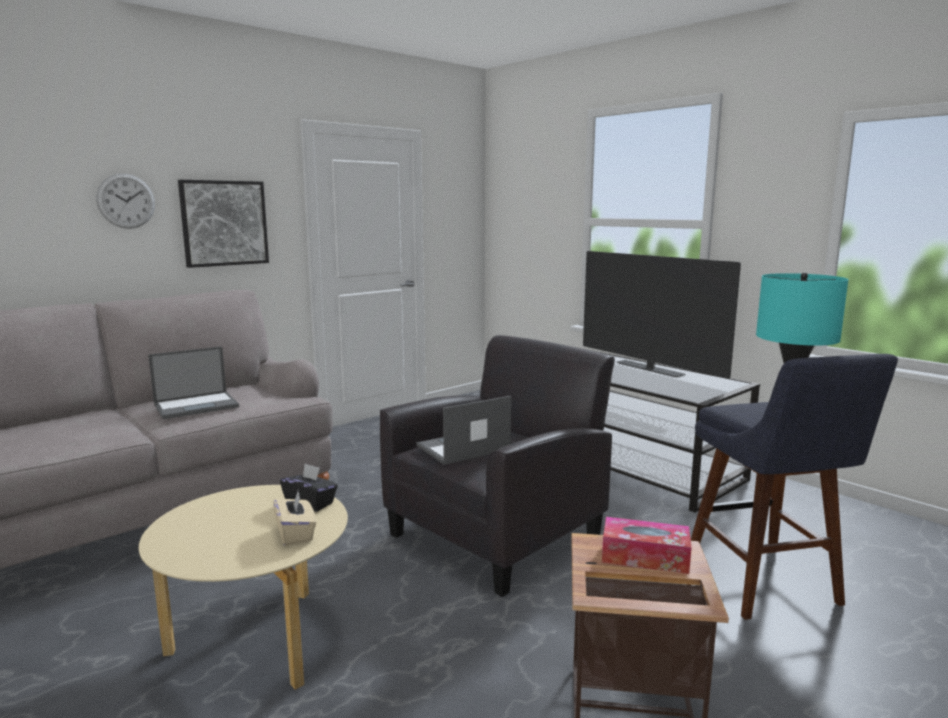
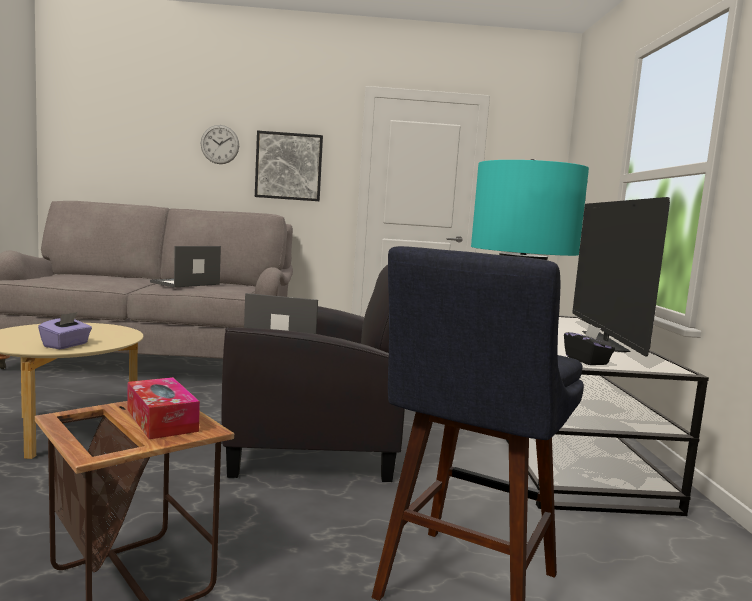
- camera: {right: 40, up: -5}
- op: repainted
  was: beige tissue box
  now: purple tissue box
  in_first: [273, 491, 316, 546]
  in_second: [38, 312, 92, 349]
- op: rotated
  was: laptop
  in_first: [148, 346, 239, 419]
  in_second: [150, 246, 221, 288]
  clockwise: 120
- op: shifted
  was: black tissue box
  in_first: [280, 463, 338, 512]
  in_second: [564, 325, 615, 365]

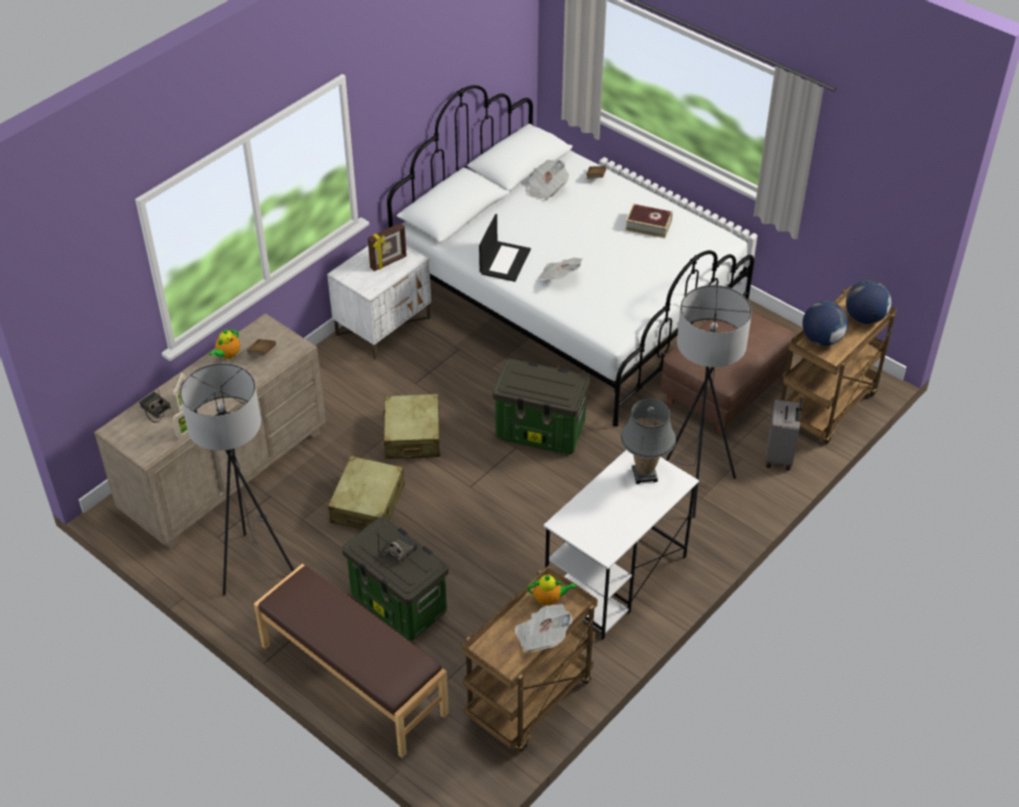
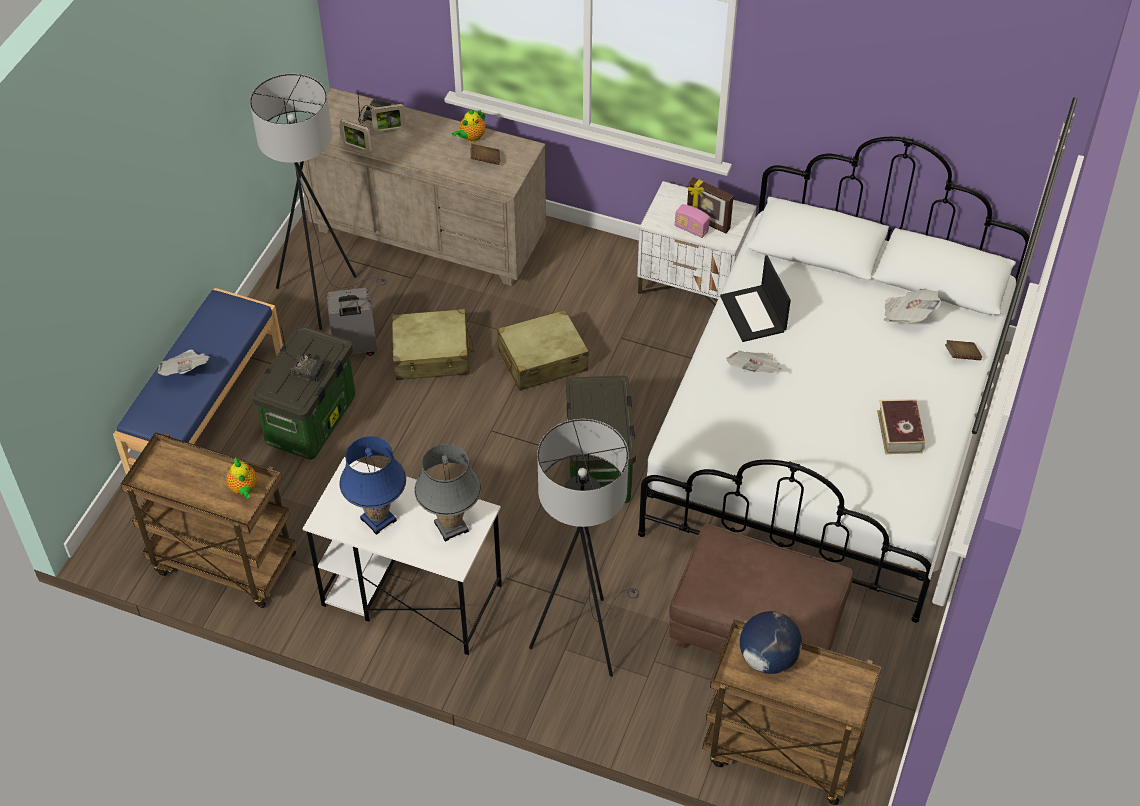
- camera: {right: 70, up: 5}
- op: repainted
  was: brown bench
  now: blue bench
  in_first: [254, 564, 449, 758]
  in_second: [113, 288, 283, 475]
- op: shifted
  was: newspaper
  in_first: [514, 604, 573, 652]
  in_second: [158, 349, 210, 376]
- op: shifted
  was: grey suitcase
  in_first: [766, 398, 803, 471]
  in_second: [327, 288, 377, 356]
- op: new
  now: blue table lamp
  in_second: [339, 436, 406, 535]
- op: rotated
  was: teapot
  in_first: [209, 329, 240, 359]
  in_second: [452, 109, 485, 142]
  clockwise: -60
- op: new
  now: radio
  in_second: [675, 204, 710, 238]
- op: rotated
  was: laptop
  in_first: [479, 214, 531, 282]
  in_second: [720, 255, 791, 342]
  clockwise: 75
- op: gone
  was: globe
  in_first: [846, 280, 891, 324]

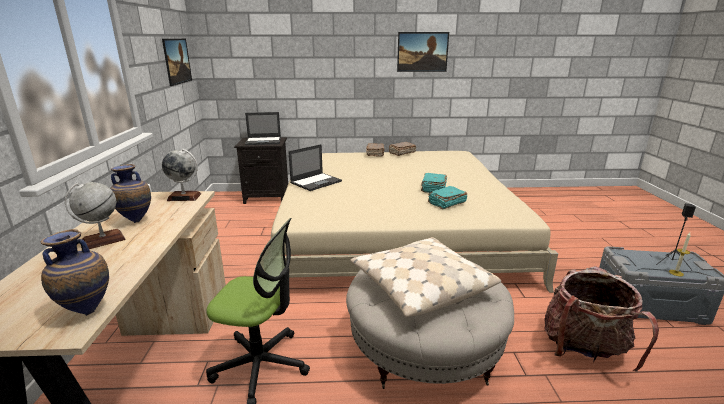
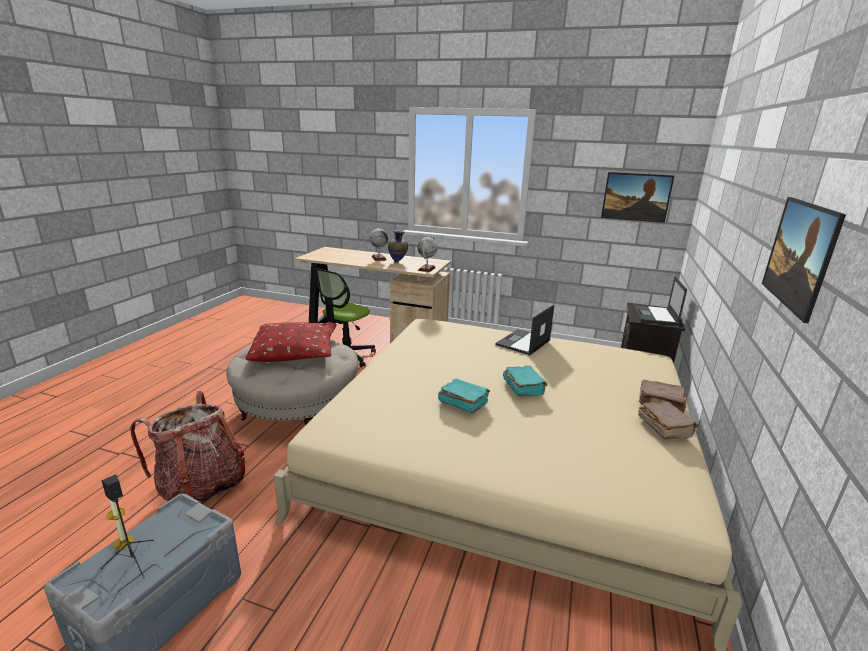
- camera: {right: 110, up: 0}
- op: repainted
  was: beige pillow
  now: red pillow
  in_first: [351, 237, 501, 317]
  in_second: [245, 322, 336, 362]
- op: rotated
  was: laptop
  in_first: [288, 144, 342, 191]
  in_second: [496, 305, 554, 355]
  clockwise: 60
- op: shifted
  was: turquoise book
  in_first: [428, 186, 467, 209]
  in_second: [503, 366, 548, 397]
- op: gone
  was: vase
  in_first: [41, 229, 109, 316]

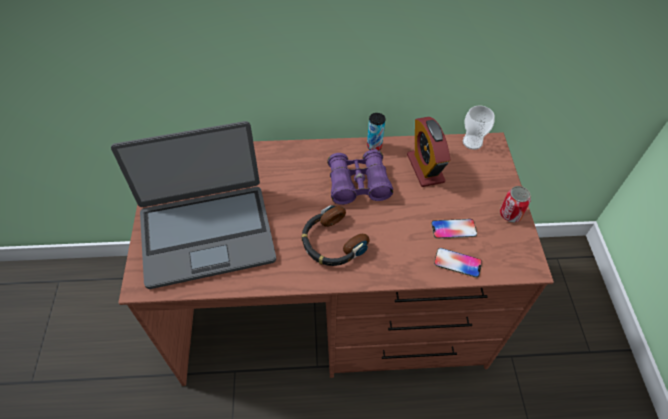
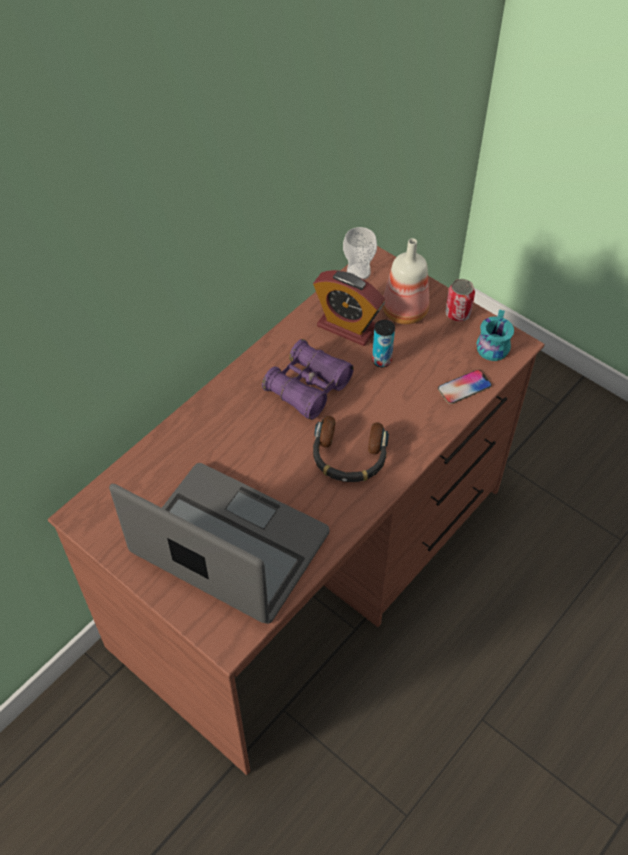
- camera: {right: -45, up: 0}
- op: rotated
  was: laptop
  in_first: [111, 121, 276, 289]
  in_second: [109, 463, 330, 624]
  clockwise: -90
- op: shifted
  was: can
  in_first: [367, 113, 386, 150]
  in_second: [372, 320, 395, 367]
- op: new
  now: bottle
  in_second: [383, 238, 429, 324]
- op: new
  now: turquoise mug
  in_second: [476, 310, 514, 361]
- op: gone
  was: phone
  in_first: [431, 219, 477, 239]

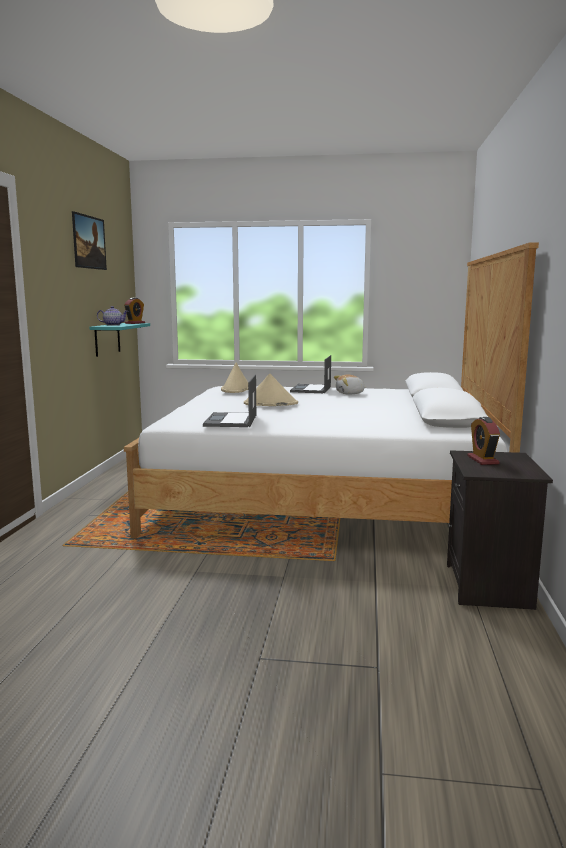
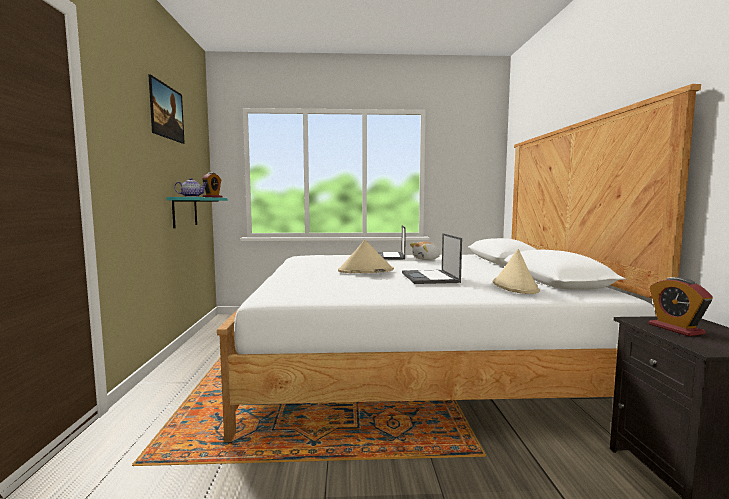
- camera: {right: -10, up: -5}
- op: shifted
  was: laptop
  in_first: [203, 375, 256, 427]
  in_second: [402, 233, 462, 284]
- op: shifted
  was: beige hat
  in_first: [221, 362, 248, 393]
  in_second: [493, 249, 540, 294]

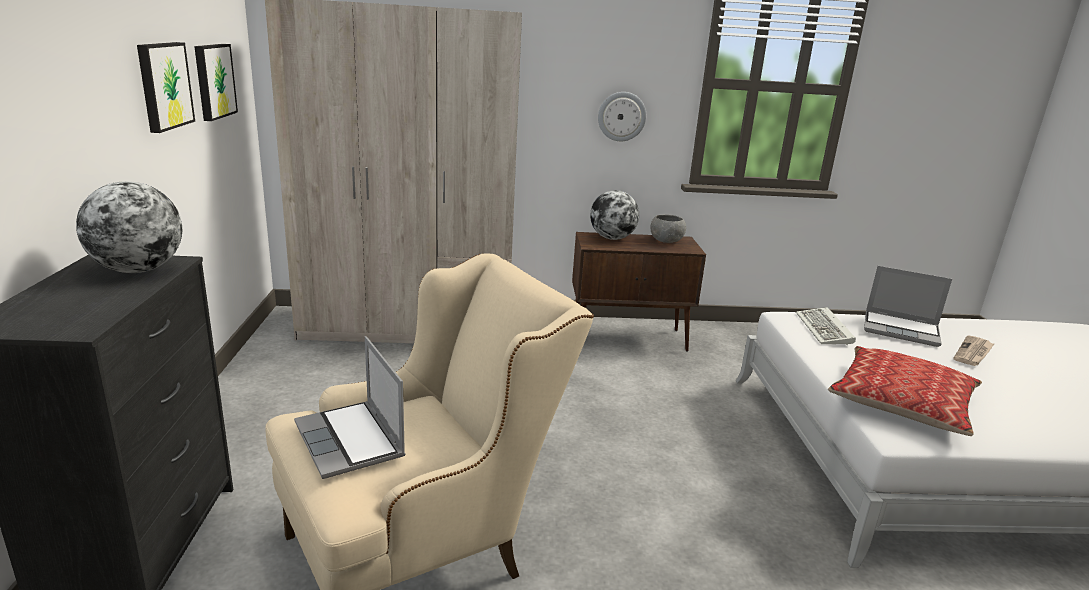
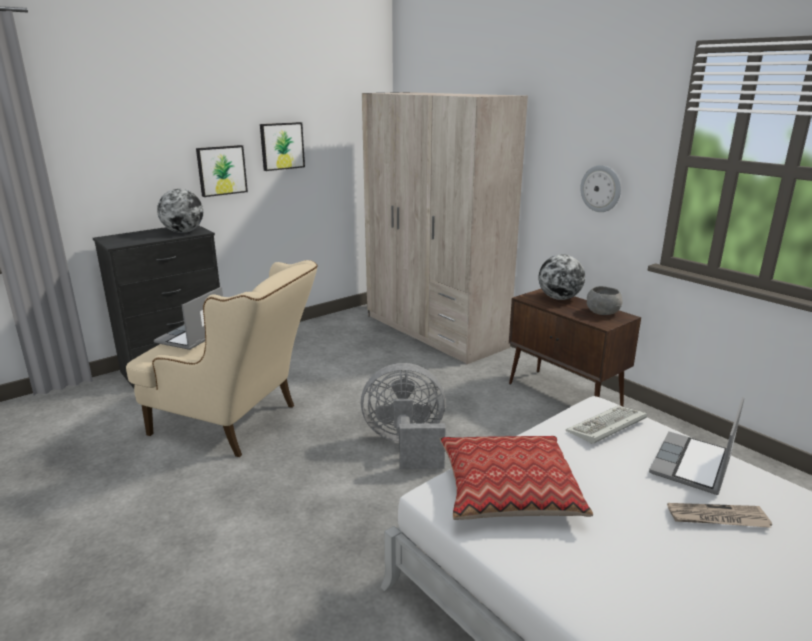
- camera: {right: 55, up: 0}
- op: shifted
  was: picture
  in_first: [194, 44, 238, 121]
  in_second: [196, 145, 248, 197]
- op: new
  now: grey fan
  in_second: [361, 363, 446, 469]
- op: rotated
  was: laptop
  in_first: [864, 266, 952, 347]
  in_second: [649, 397, 744, 495]
  clockwise: 45

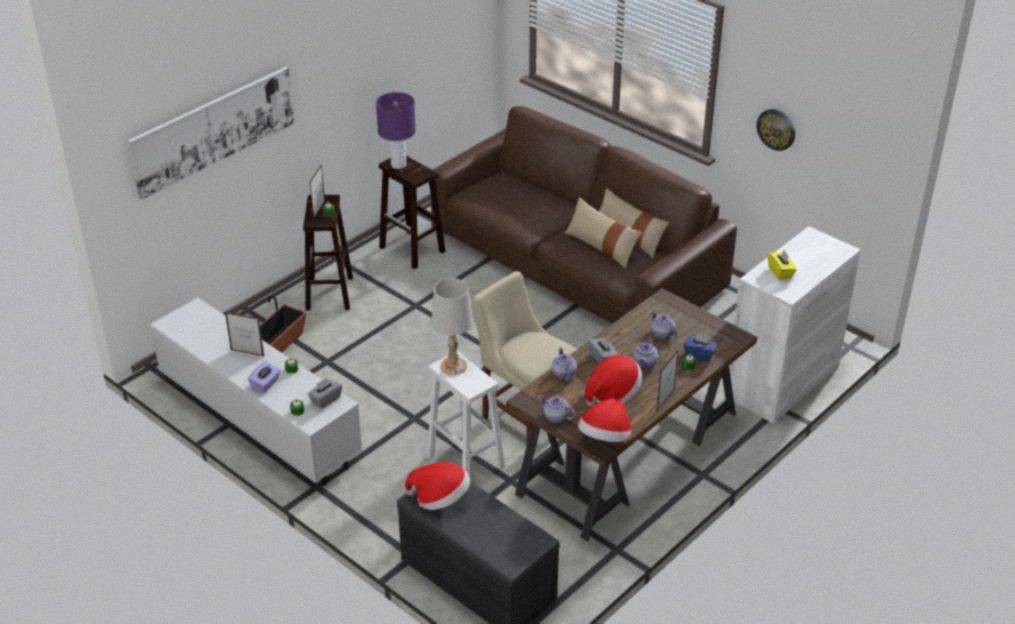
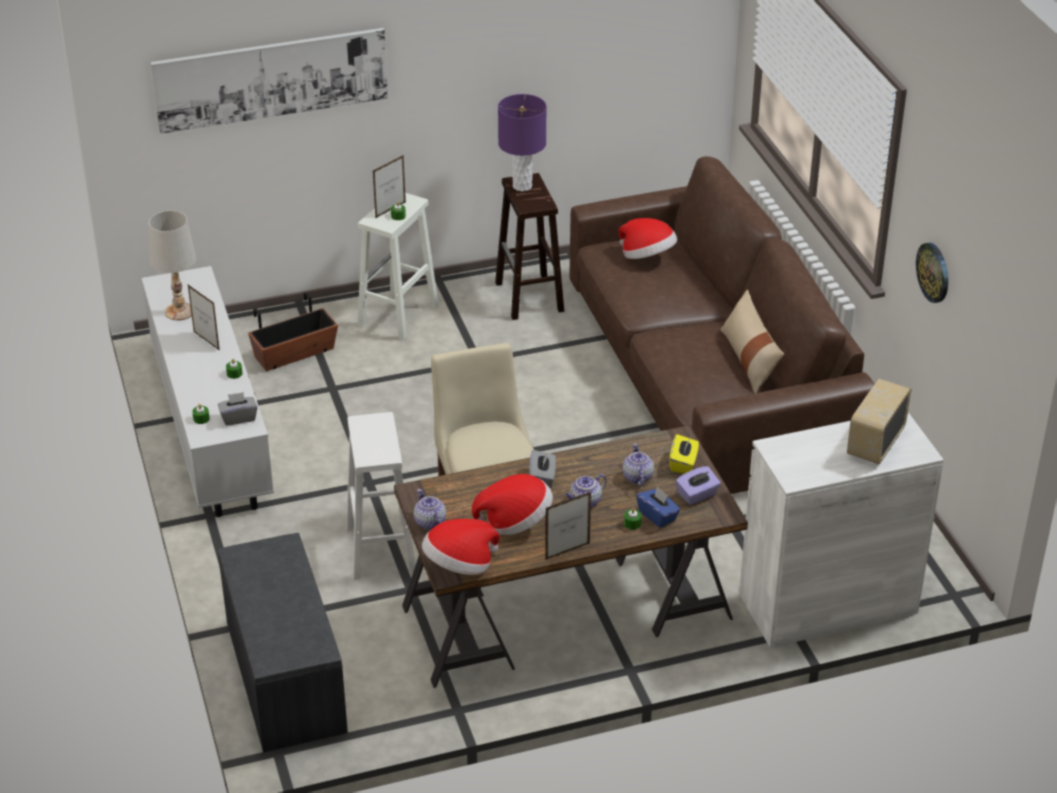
- camera: {right: 30, up: 0}
- op: shifted
  was: white table lamp
  in_first: [431, 278, 473, 375]
  in_second: [149, 211, 196, 320]
- op: repainted
  was: brown stool
  now: white stool
  in_first: [303, 195, 353, 311]
  in_second: [357, 193, 439, 341]
- op: shifted
  was: hat
  in_first: [405, 462, 470, 510]
  in_second: [618, 218, 677, 259]
- op: shifted
  was: yellow tissue box
  in_first: [768, 250, 797, 280]
  in_second: [669, 434, 699, 474]
- op: shifted
  was: purple tissue box
  in_first: [248, 361, 281, 393]
  in_second: [676, 466, 721, 505]
- op: new
  now: radio
  in_second: [847, 378, 911, 464]
- op: gone
  was: teapot
  in_first: [552, 347, 577, 381]
- op: gone
  was: beige pillow
  in_first: [565, 197, 642, 268]

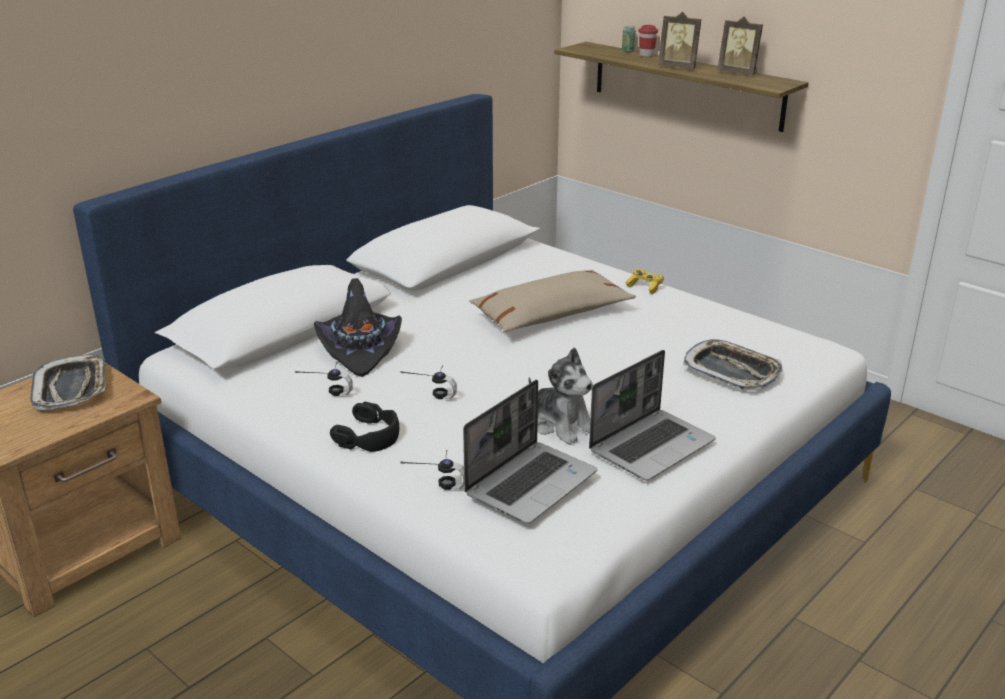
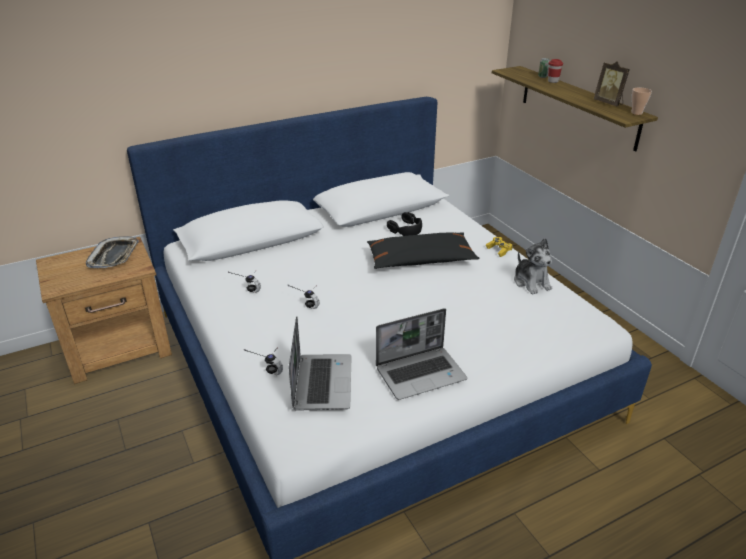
- camera: {right: 20, up: 5}
- op: rotated
  was: laptop
  in_first: [463, 380, 597, 524]
  in_second: [289, 316, 352, 411]
  clockwise: -60
- op: repainted
  was: beige pillow
  now: black pillow
  in_first: [469, 270, 636, 332]
  in_second: [367, 232, 480, 269]
- op: shifted
  was: black headphones
  in_first: [330, 402, 399, 452]
  in_second: [387, 212, 422, 236]
- op: shifted
  was: plush toy
  in_first: [529, 348, 593, 445]
  in_second: [514, 238, 552, 295]
- op: new
  now: cup
  in_second: [631, 88, 652, 115]
- op: gone
  was: black hat
  in_first: [314, 278, 402, 377]
- op: gone
  was: picture frame
  in_first: [658, 12, 701, 69]
- op: gone
  was: tray
  in_first: [683, 339, 783, 391]

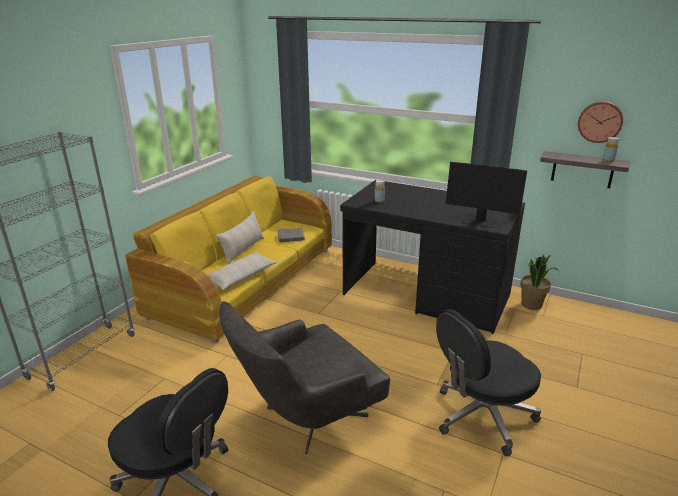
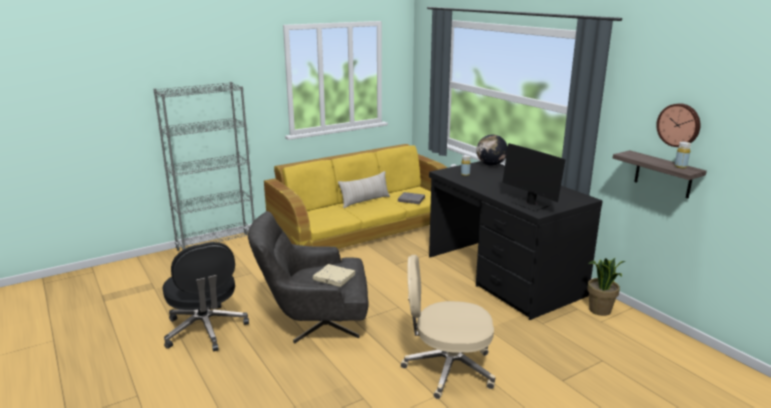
- camera: {right: 30, up: -5}
- op: new
  now: beige book
  in_second: [313, 264, 355, 287]
- op: repainted
  was: black office chair
  now: beige office chair
  in_first: [436, 309, 541, 456]
  in_second: [400, 255, 495, 399]
- op: new
  now: globe
  in_second: [476, 134, 508, 166]
- op: gone
  was: beige pillow
  in_first: [208, 252, 277, 290]

